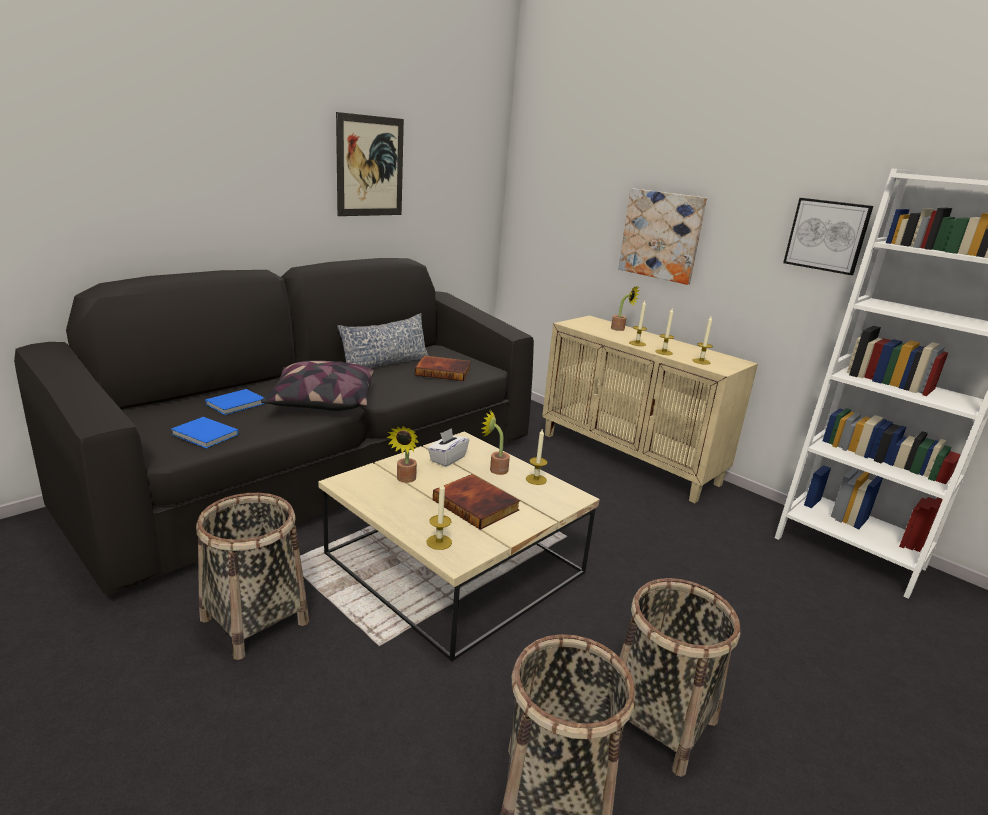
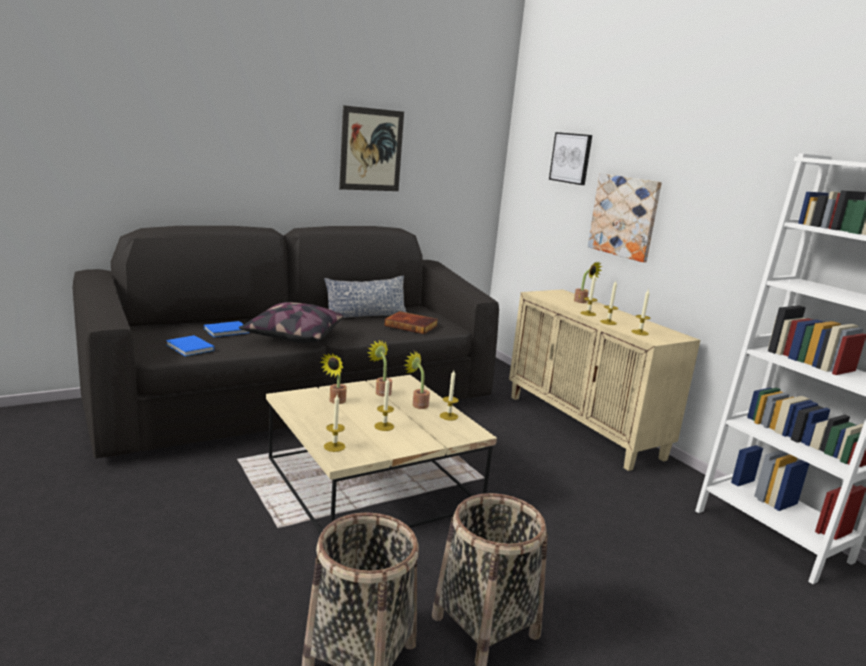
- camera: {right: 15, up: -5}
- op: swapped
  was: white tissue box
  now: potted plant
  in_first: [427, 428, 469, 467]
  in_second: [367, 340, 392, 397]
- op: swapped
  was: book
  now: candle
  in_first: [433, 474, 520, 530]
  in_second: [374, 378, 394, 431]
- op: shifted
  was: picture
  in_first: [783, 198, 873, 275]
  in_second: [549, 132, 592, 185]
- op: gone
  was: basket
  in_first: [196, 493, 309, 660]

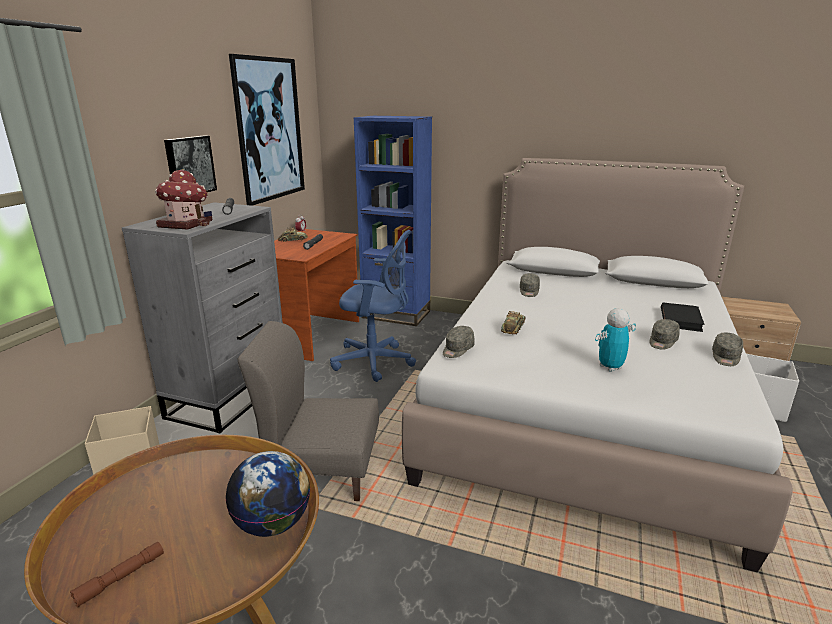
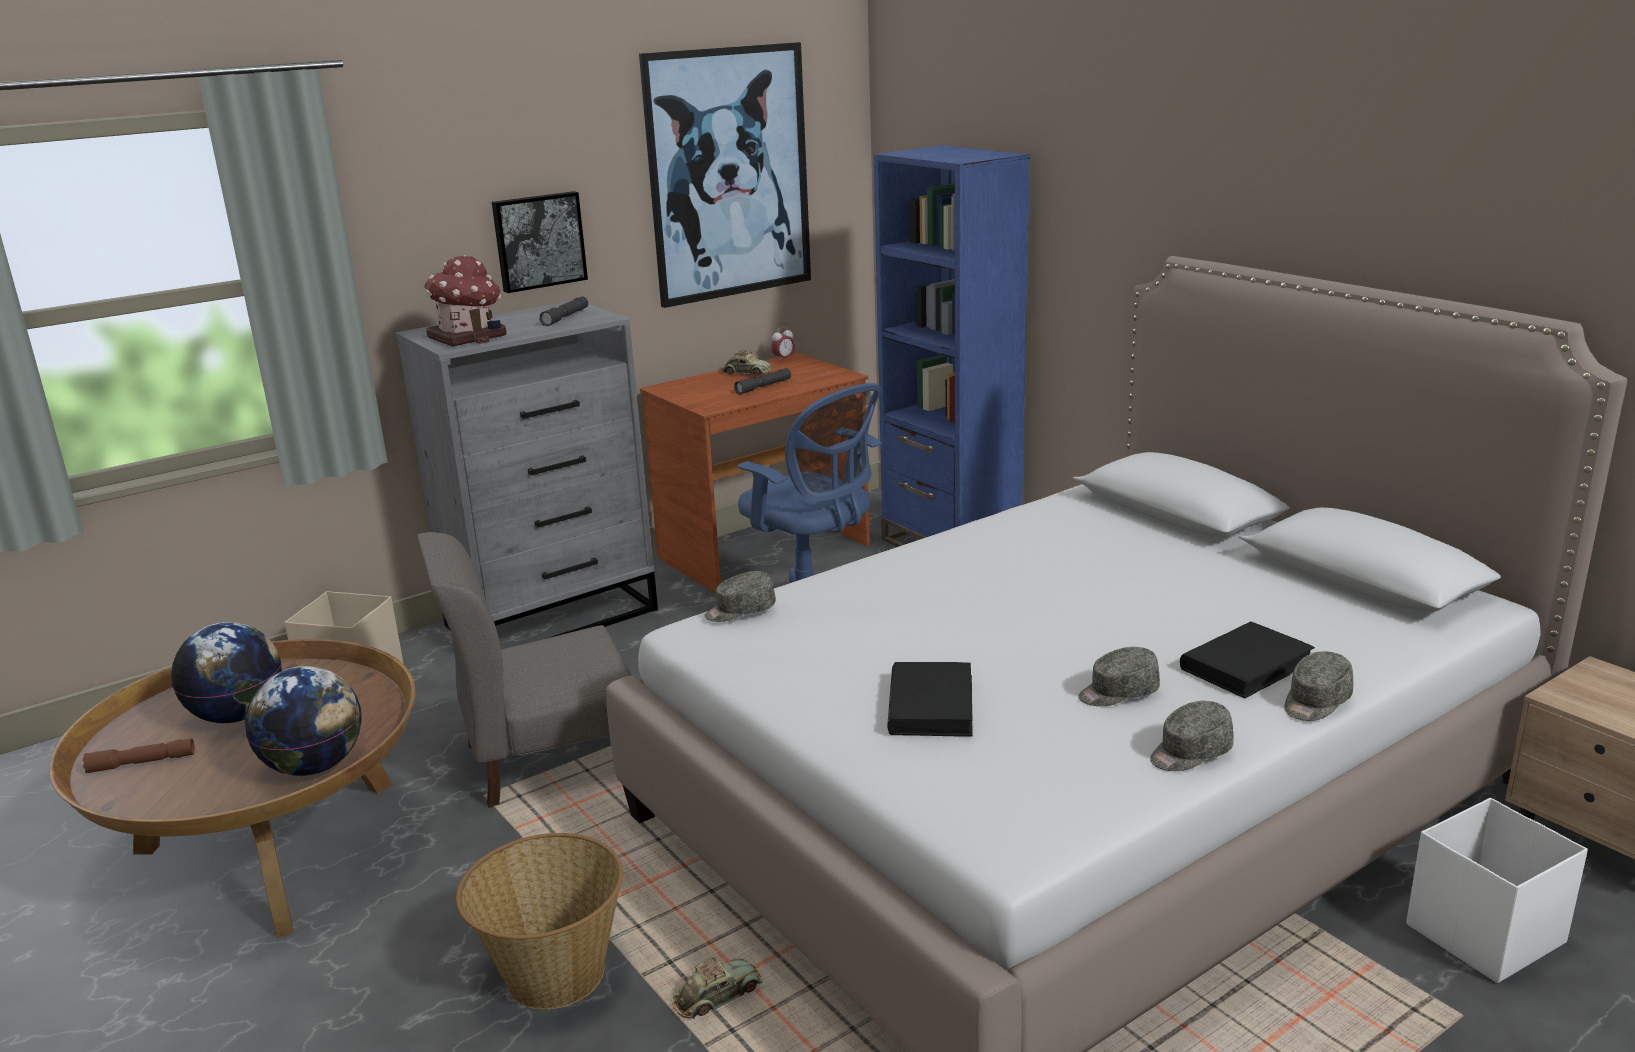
- camera: {right: 35, up: 0}
- op: new
  now: globe
  in_second: [171, 622, 282, 723]
- op: rotated
  was: grey chair
  in_first: [238, 321, 379, 501]
  in_second: [417, 532, 631, 808]
  clockwise: -60
- op: new
  now: basket
  in_second: [456, 833, 623, 1010]
- op: shifted
  was: toy car
  in_first: [501, 311, 526, 334]
  in_second: [672, 957, 762, 1019]
- op: swapped
  was: toy robot
  now: black book
  in_first: [595, 308, 636, 372]
  in_second: [887, 662, 973, 737]
- op: shifted
  was: grey cap
  in_first: [520, 273, 540, 297]
  in_second: [1285, 651, 1354, 721]

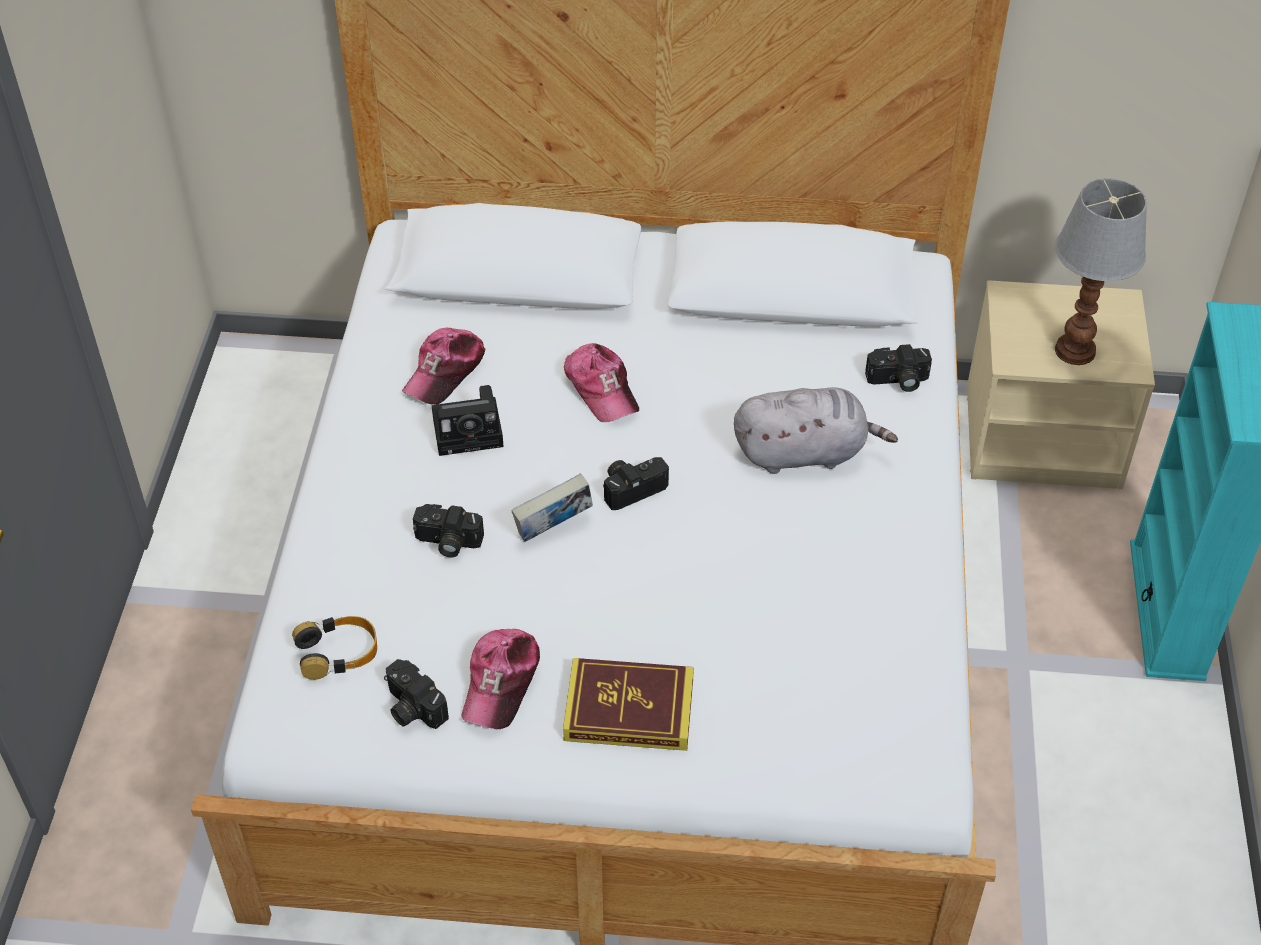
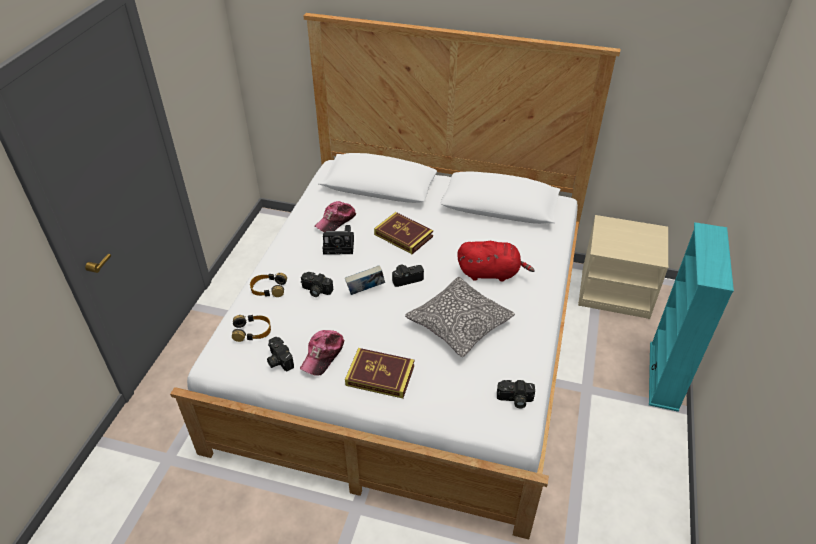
- camera: {right: 10, up: -5}
- op: new
  now: headphones
  in_second: [250, 273, 287, 297]
- op: swapped
  was: cap
  now: book
  in_first: [564, 343, 639, 422]
  in_second: [374, 212, 433, 254]
- op: new
  now: pillow
  in_second: [405, 277, 515, 357]
- op: repainted
  was: grey plush toy
  now: red plush toy
  in_first: [734, 387, 898, 474]
  in_second: [457, 241, 535, 282]
- op: shifted
  was: photo camera
  in_first: [865, 344, 932, 392]
  in_second: [497, 380, 535, 408]
- op: gone
  was: table lamp
  in_first: [1055, 178, 1147, 365]

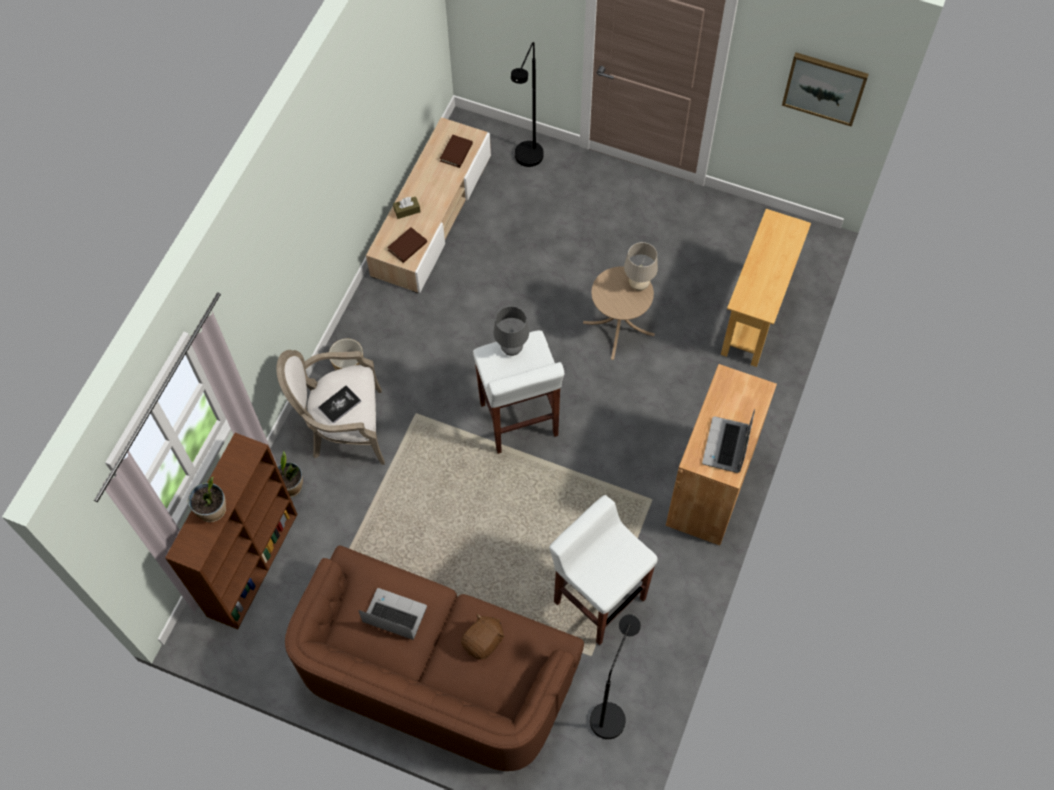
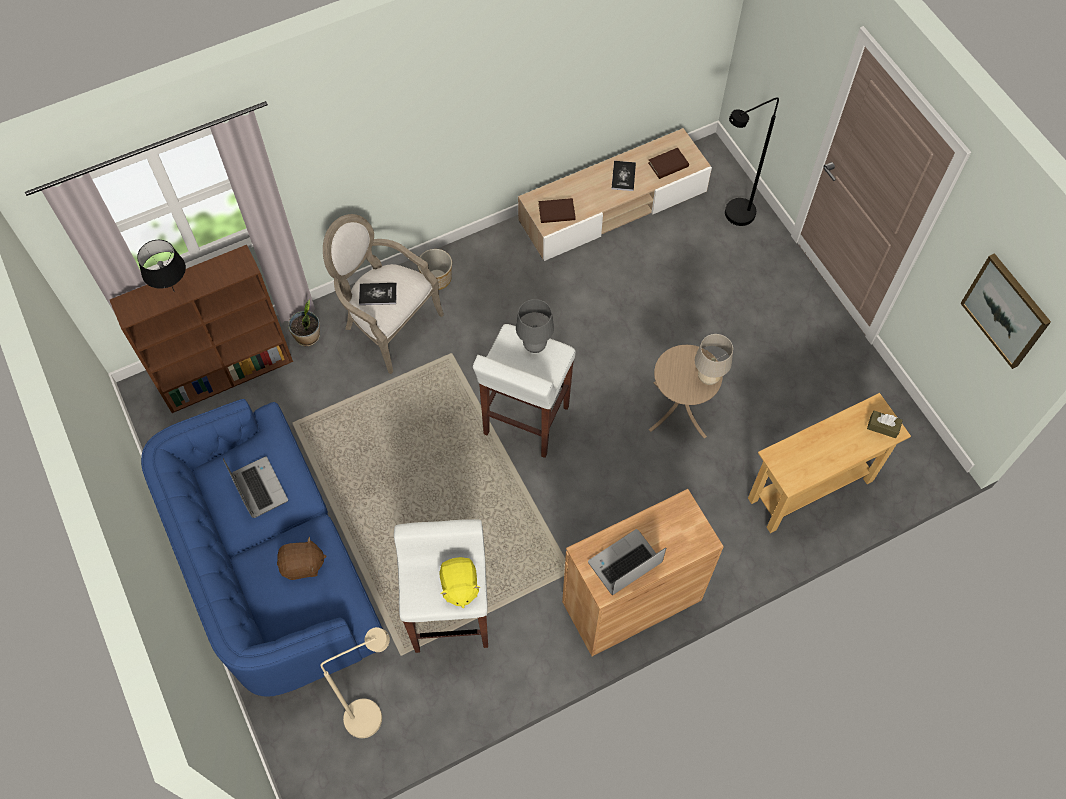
- camera: {right: 40, up: 0}
- op: swapped
  was: potted plant
  now: black table lamp
  in_first: [188, 476, 226, 522]
  in_second: [137, 240, 186, 292]
- op: repainted
  was: brown sofa
  now: blue sofa
  in_first: [285, 545, 584, 771]
  in_second: [141, 399, 383, 697]
- op: repainted
  was: black floor lamp
  now: beige floor lamp
  in_first: [590, 614, 641, 739]
  in_second: [320, 627, 390, 738]
- op: new
  now: yellow plush toy
  in_second: [440, 557, 480, 608]
- op: new
  now: book
  in_second: [611, 161, 636, 191]
- op: shifted
  was: brown tissue box
  in_first: [393, 197, 420, 219]
  in_second: [867, 411, 903, 438]

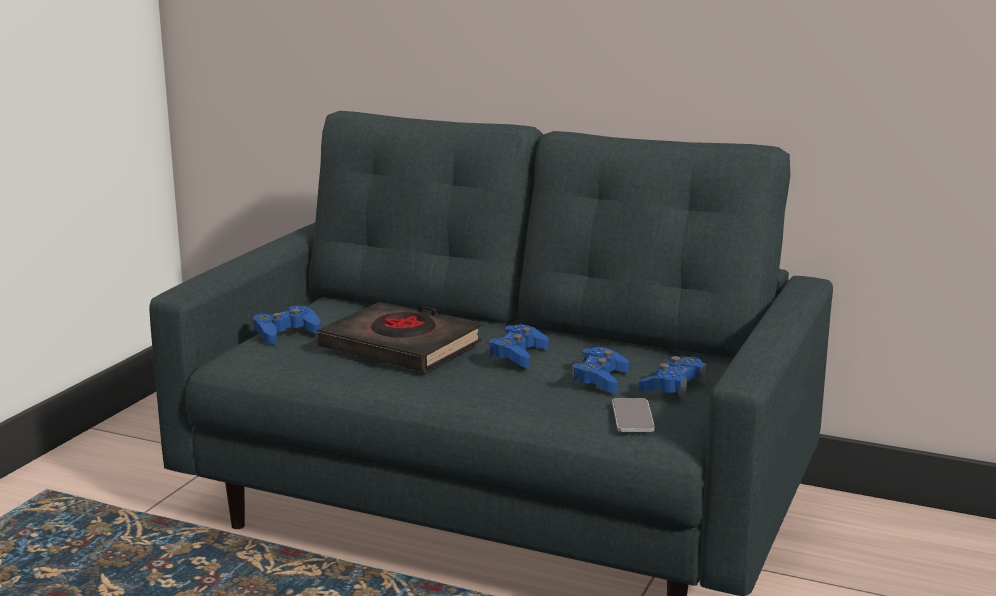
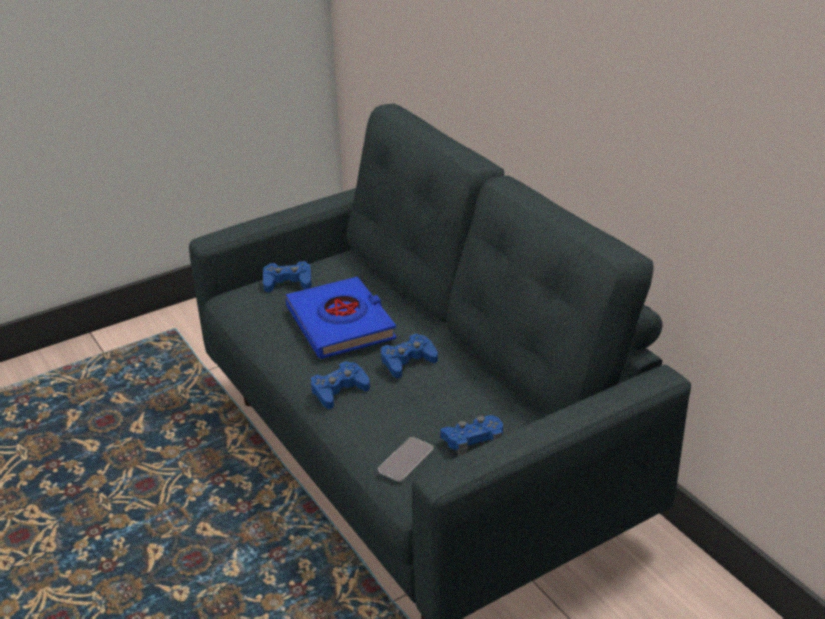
- camera: {right: 35, up: 15}
- op: repainted
  was: black book
  now: blue book
  in_first: [317, 302, 482, 372]
  in_second: [285, 277, 397, 359]
- op: shifted
  was: blue game controller
  in_first: [571, 347, 629, 393]
  in_second: [311, 361, 370, 409]

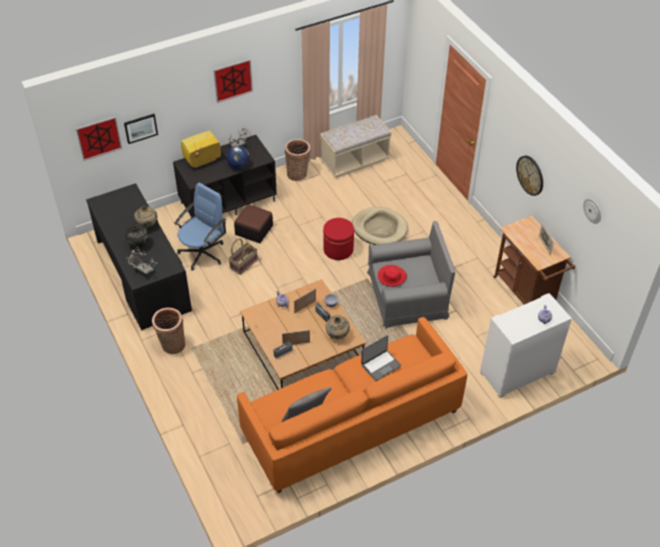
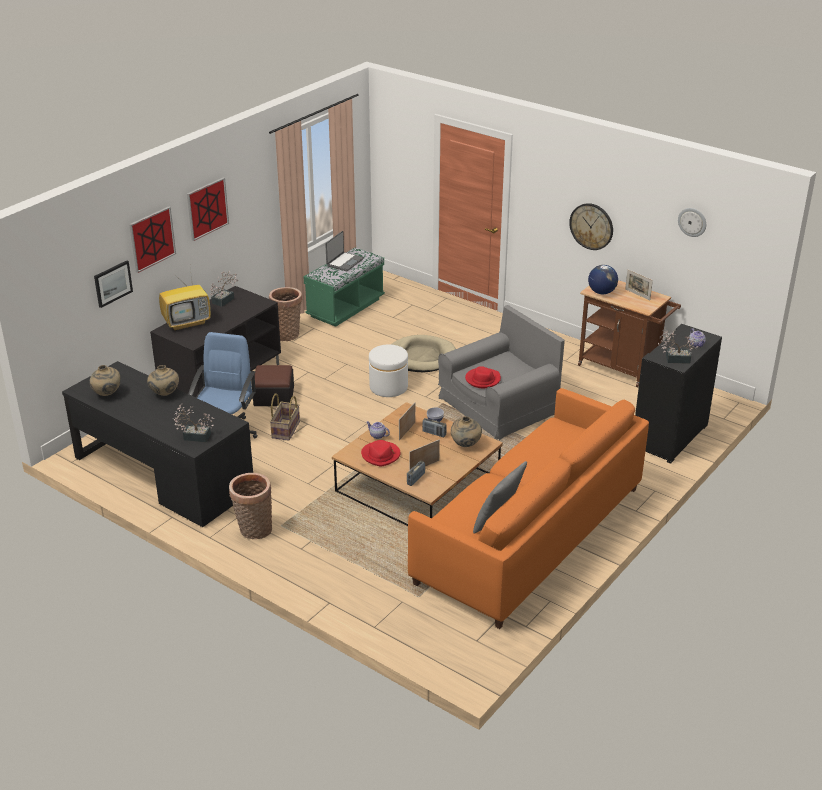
- camera: {right: -25, up: -15}
- op: new
  now: beige vase
  in_second: [90, 365, 121, 396]
- op: shifted
  was: picture
  in_first: [76, 116, 122, 161]
  in_second: [129, 206, 176, 273]
- op: rotated
  was: television
  in_first: [181, 131, 221, 168]
  in_second: [159, 268, 211, 331]
  clockwise: -150
- op: repainted
  was: beige bench
  now: green bench
  in_first: [320, 115, 392, 178]
  in_second: [303, 248, 385, 327]
- op: shifted
  was: laptop
  in_first: [361, 335, 402, 381]
  in_second: [325, 231, 364, 271]
- op: new
  now: red hat
  in_second: [361, 440, 401, 467]
- op: repainted
  was: red ottoman
  now: white ottoman
  in_first: [323, 218, 354, 260]
  in_second: [369, 345, 408, 397]
- op: shifted
  was: globe
  in_first: [226, 146, 249, 169]
  in_second: [588, 265, 618, 294]
- op: repainted
  was: white cabinet
  now: black cabinet
  in_first: [480, 293, 572, 398]
  in_second: [635, 324, 722, 464]
- op: new
  now: potted plant
  in_second: [658, 328, 698, 364]
- op: gone
  was: black vase
  in_first: [126, 225, 149, 247]

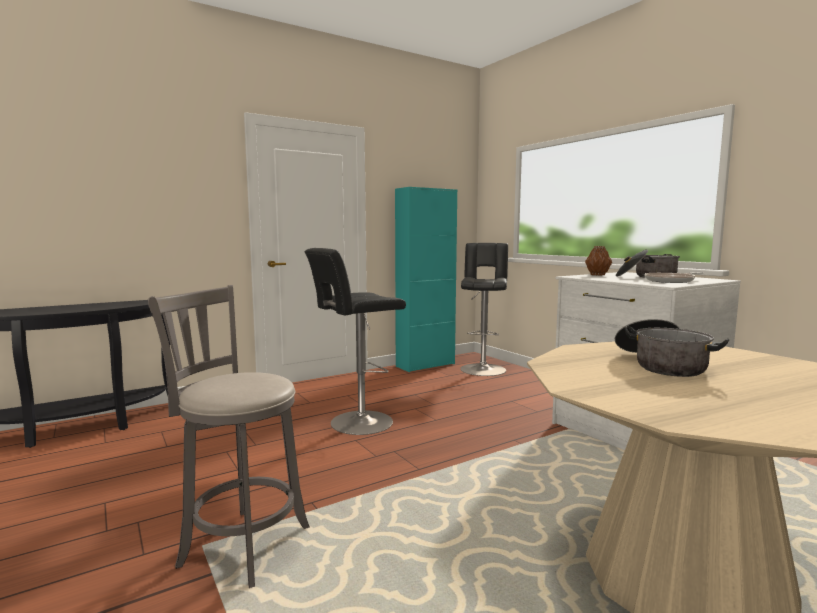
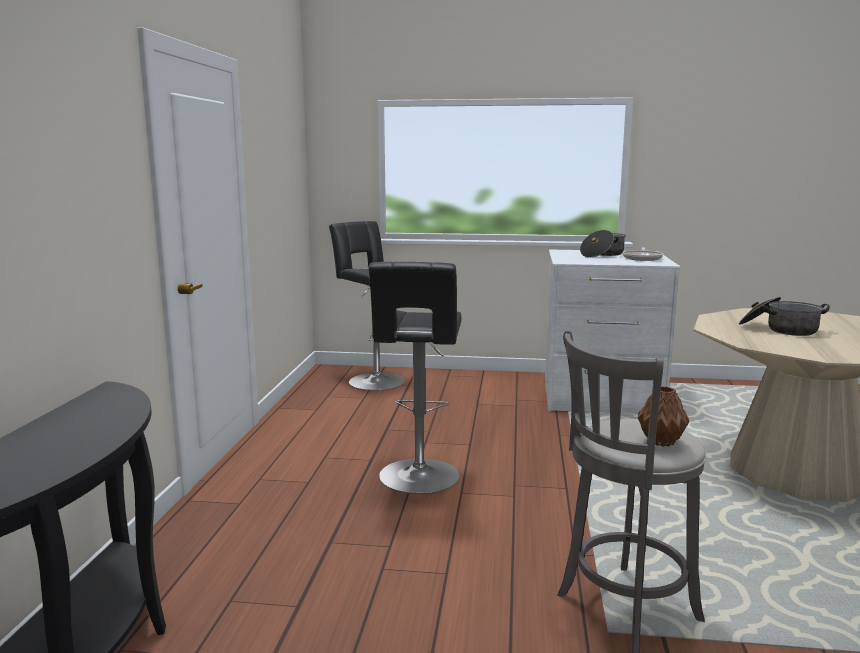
- camera: {right: -50, up: 5}
- op: shifted
  was: brown vase
  in_first: [585, 246, 612, 276]
  in_second: [638, 386, 690, 447]
- op: gone
  was: turquoise cabinet
  in_first: [395, 187, 457, 372]

